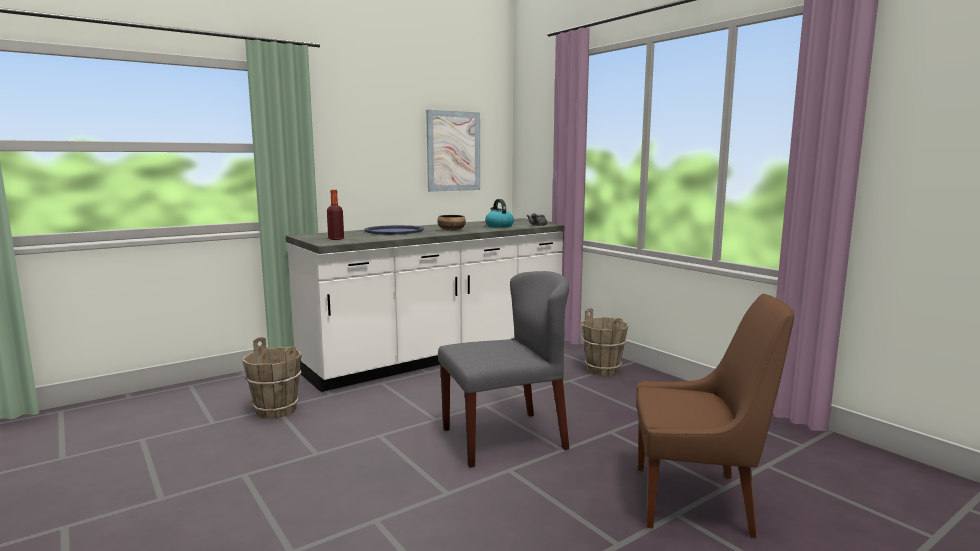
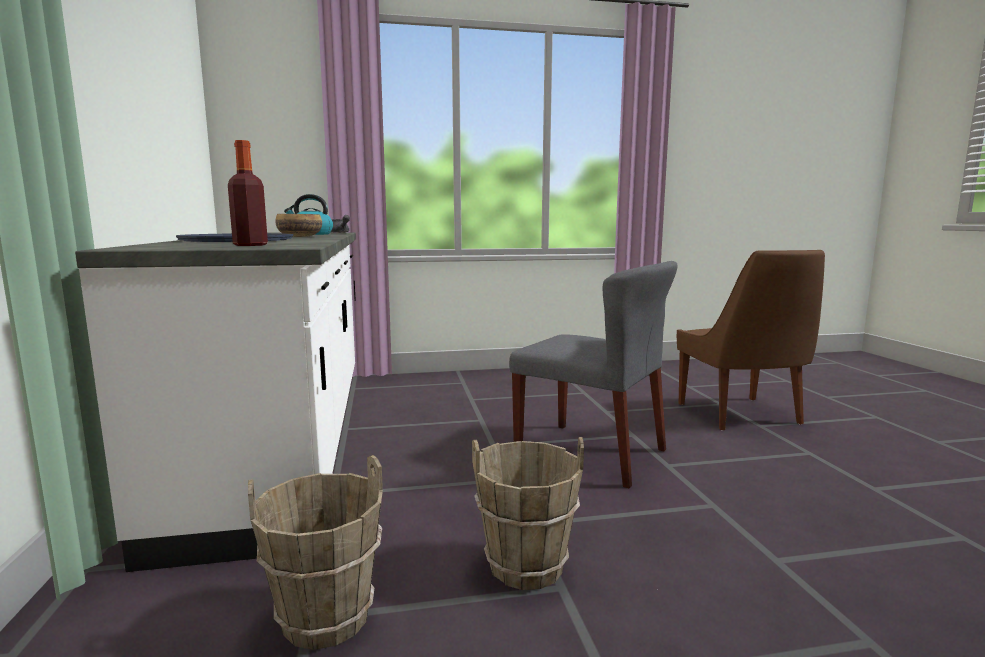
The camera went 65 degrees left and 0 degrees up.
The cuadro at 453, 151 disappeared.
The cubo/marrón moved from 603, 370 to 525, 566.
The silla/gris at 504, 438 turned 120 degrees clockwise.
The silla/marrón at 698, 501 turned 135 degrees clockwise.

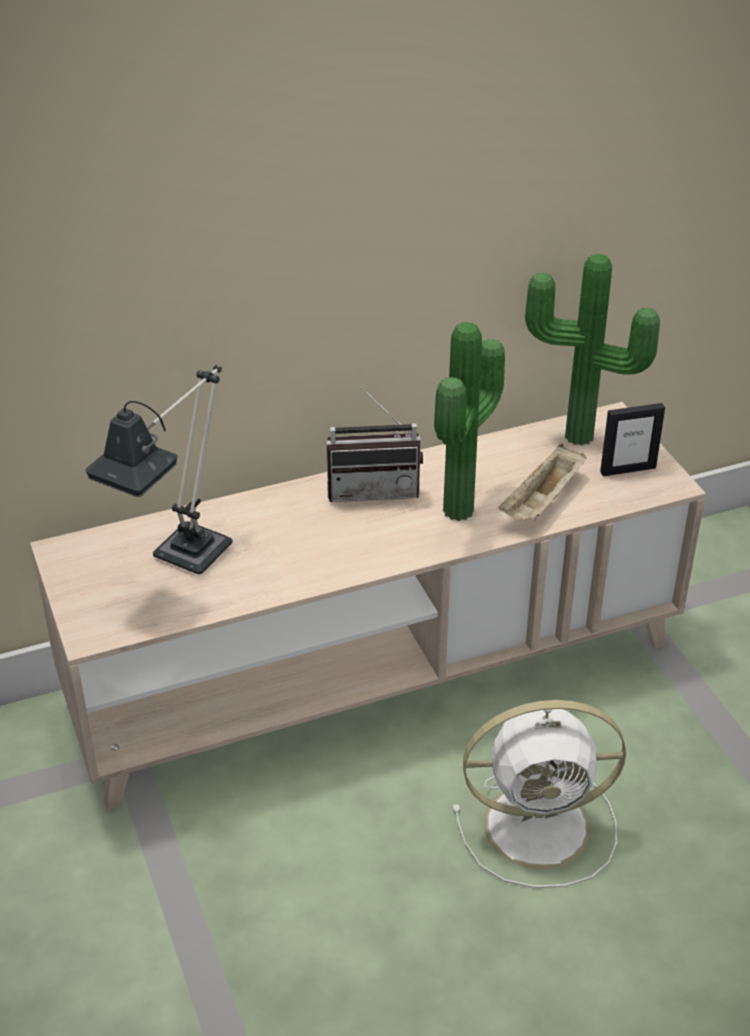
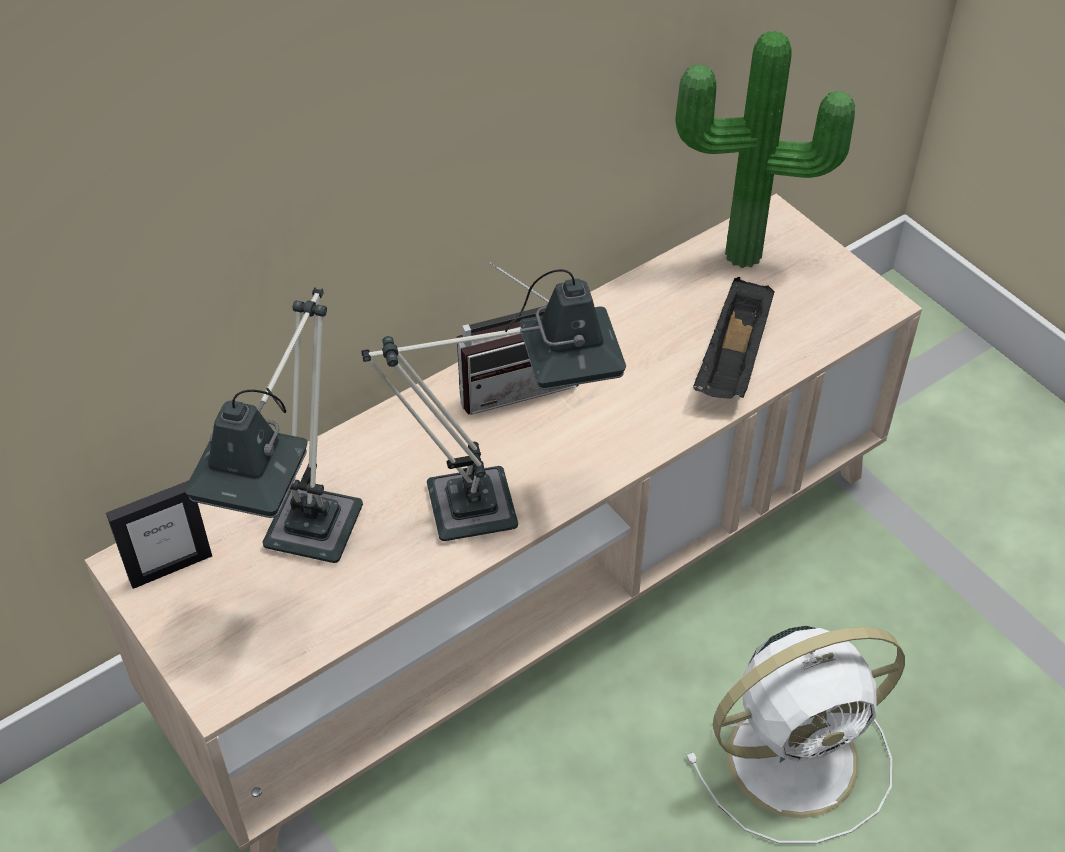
The camera went 15 degrees left and 10 degrees up.
The planta en maceta at 464, 512 disappeared.
The lámpara de mesa at 496, 503 appeared.
The portarretratos moved from 627, 469 to 170, 567.
The bandeja/beis at 542, 502 became the bandeja/negro at 733, 360.

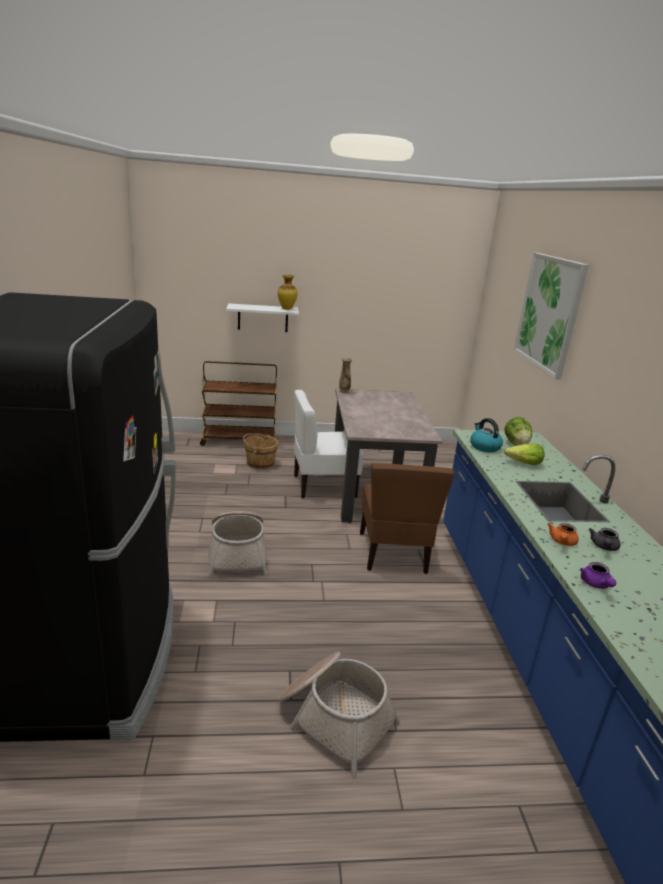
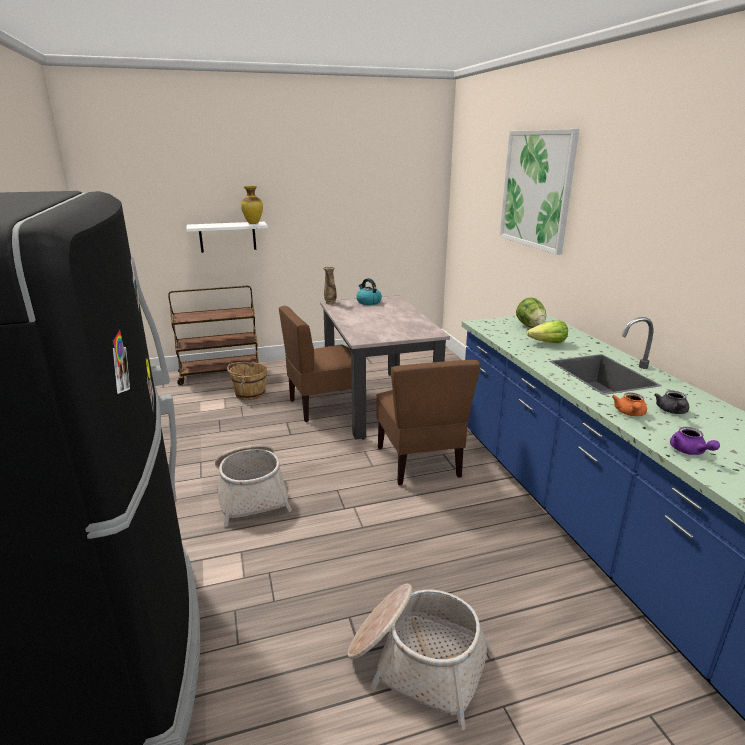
The camera went 10 degrees left and 0 degrees up.
The hervidor moved from 484, 447 to 368, 302.
The silla/blanco at 324, 486 became the silla/marrón at 325, 406.

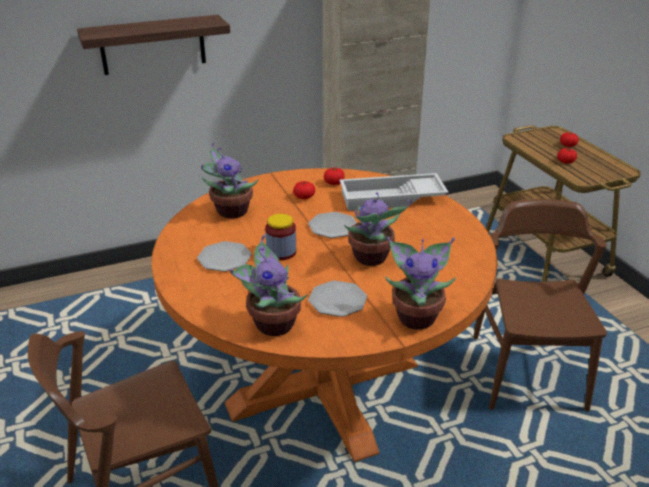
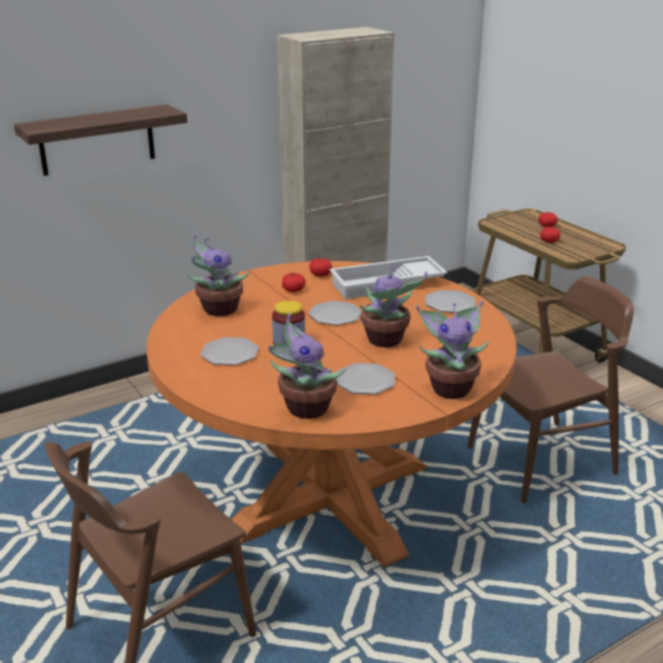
The camera went 10 degrees left and 5 degrees down.
The plato at 449, 304 appeared.
The silla/marrón at 527, 372 turned 75 degrees clockwise.

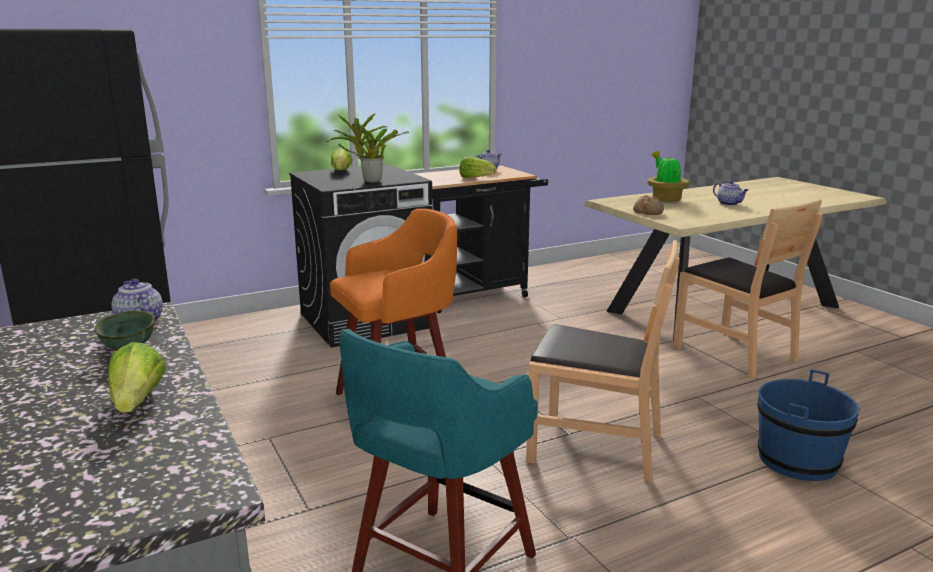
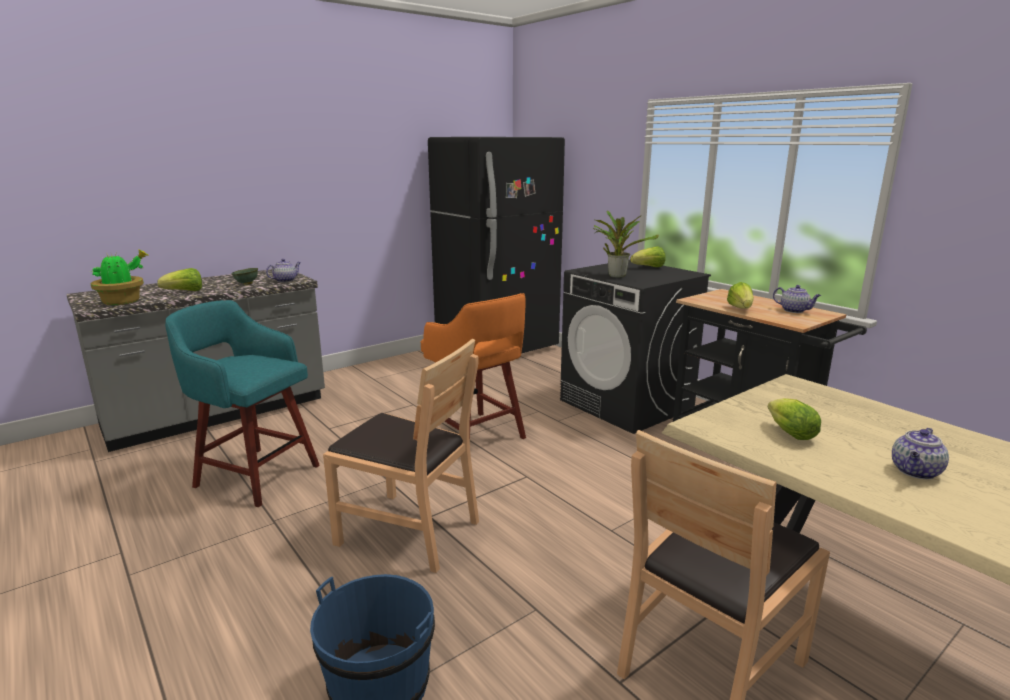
The camera went 80 degrees right and 0 degrees up.
The pan at 648, 212 disappeared.
The lechuga at 788, 433 appeared.
The planta en maceta moved from 665, 199 to 123, 302.
The silla/marrón at 595, 446 turned 75 degrees counterclockwise.

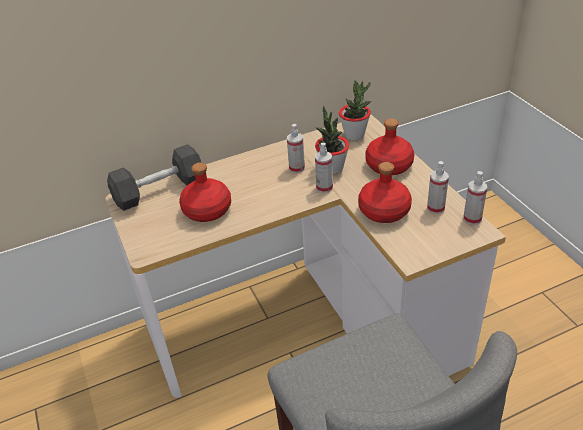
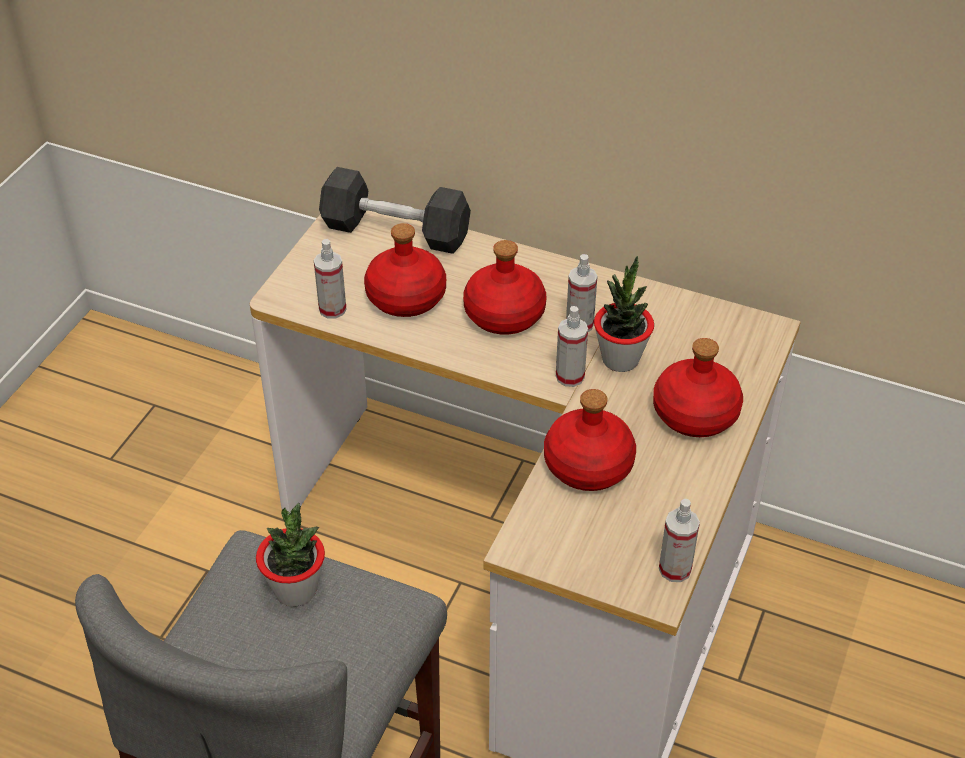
The camera went 45 degrees right and 5 degrees up.
The botella/rojo at 503, 314 appeared.
The planta en maceta moved from 354, 135 to 296, 590.
The pulverizador moved from 435, 208 to 332, 309.

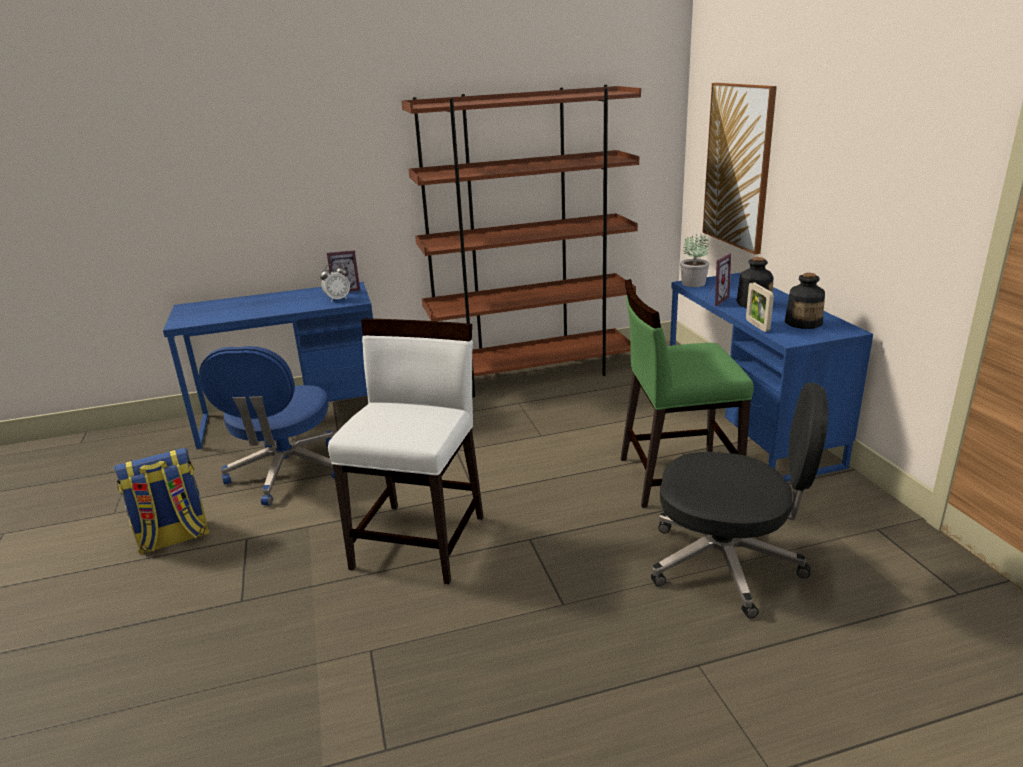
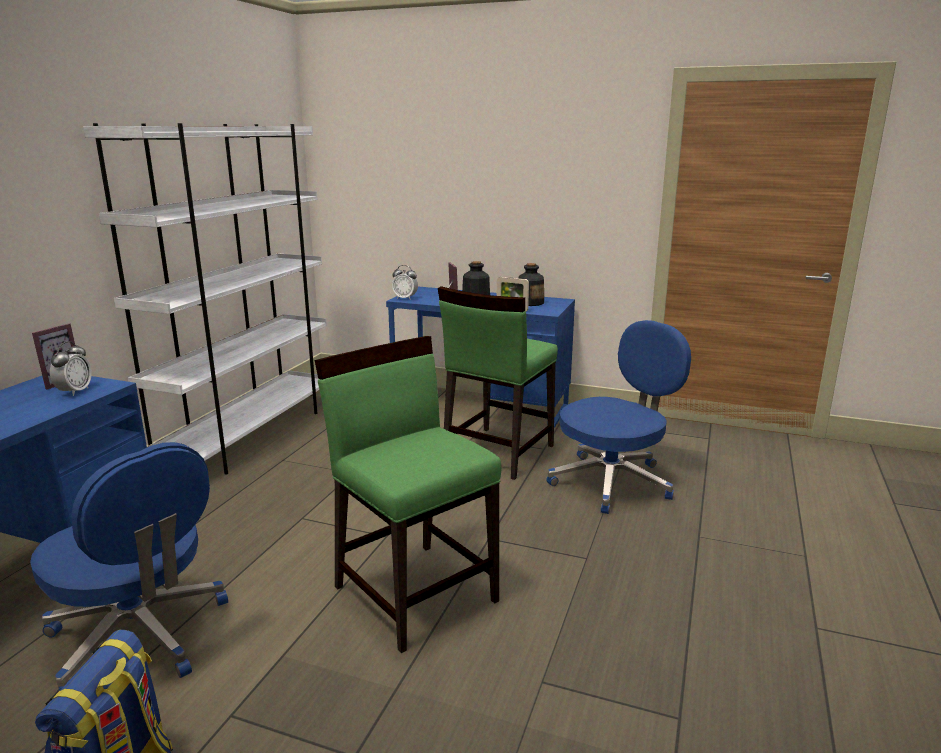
The camera went 55 degrees left and 5 degrees down.
The cuadro at 738, 166 disappeared.
The planta en maceta at 694, 283 was replaced by the despertador at 405, 298.
The silla/blanco at 420, 541 became the silla/verde at 415, 592.
The estantería/marrón at 532, 375 became the estantería/blanco at 250, 436.
The silla de oficina/negro at 727, 564 became the silla de oficina/azul at 613, 481.

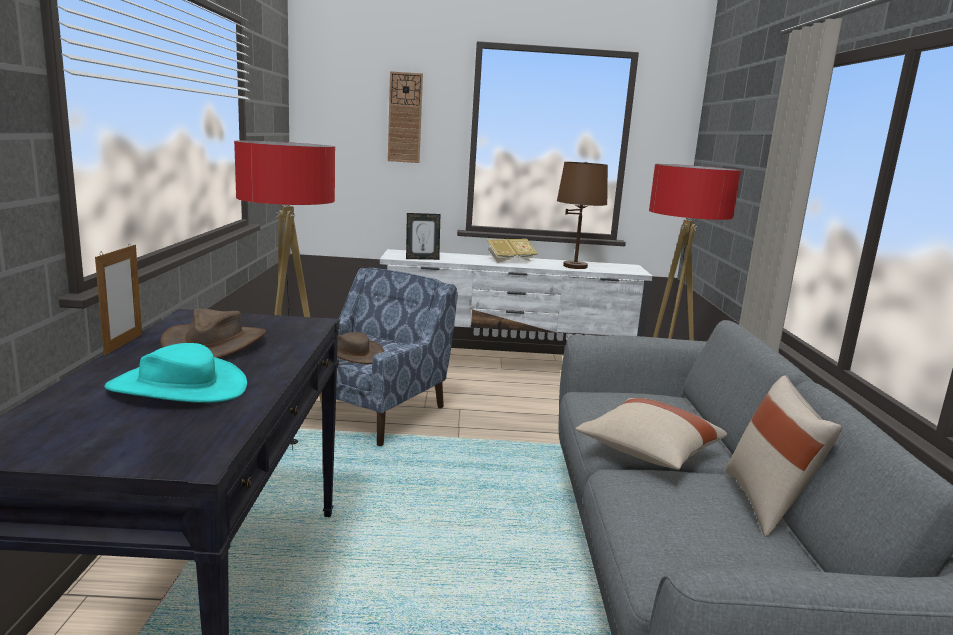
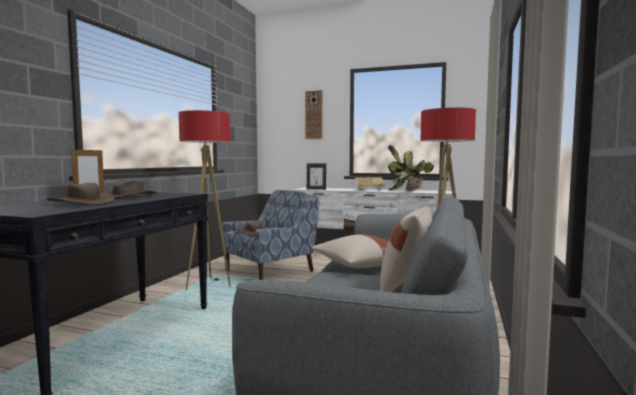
The camera went 20 degrees right and 10 degrees down.
The lámpara de mesa/marrón at 575, 266 was replaced by the planta en maceta at 408, 191.
The sombrero/turquesa at 178, 387 became the sombrero/marrón at 82, 203.

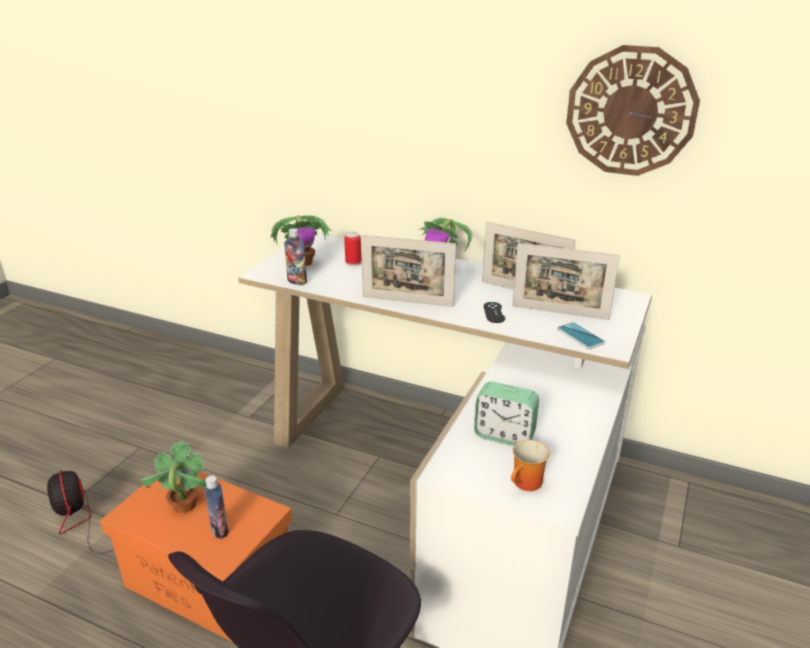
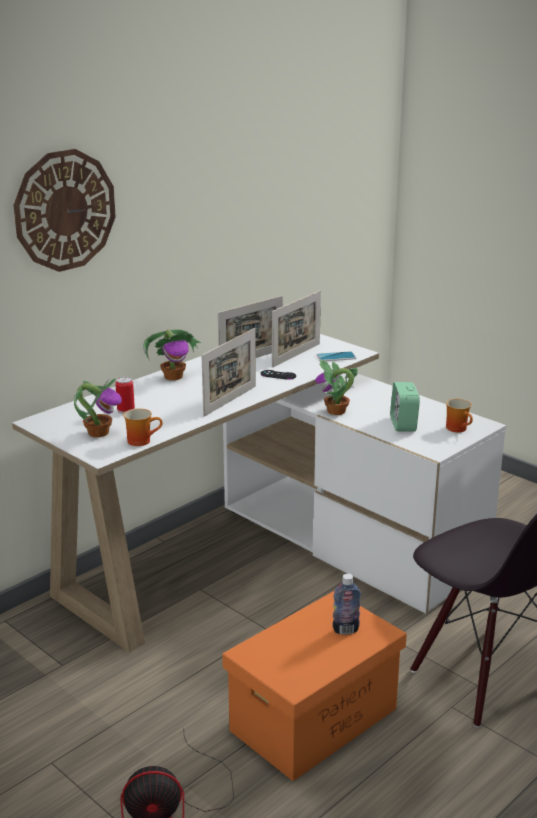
The camera went 70 degrees left and 5 degrees down.
The planta en maceta moved from 183, 505 to 336, 411.
The reloj de pared moved from 630, 112 to 65, 210.
The botella at 297, 281 was replaced by the taza grande at 141, 440.
The despertador at 504, 435 turned 135 degrees clockwise.

